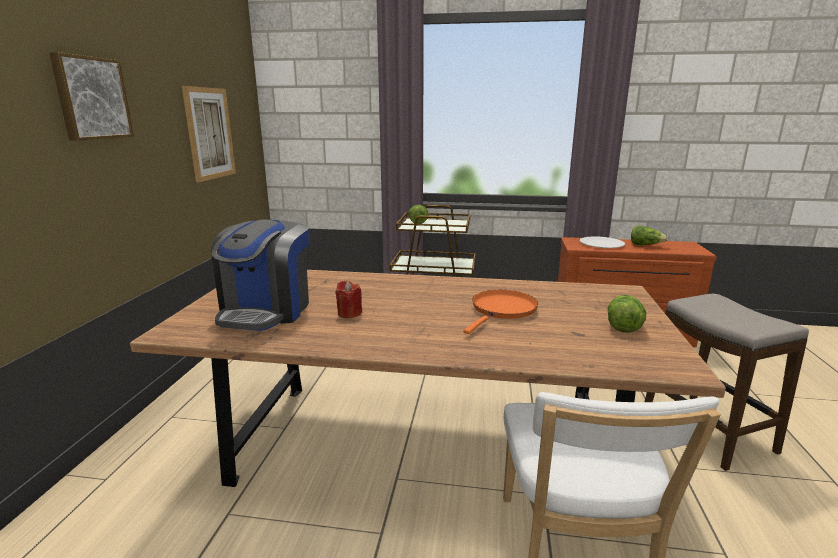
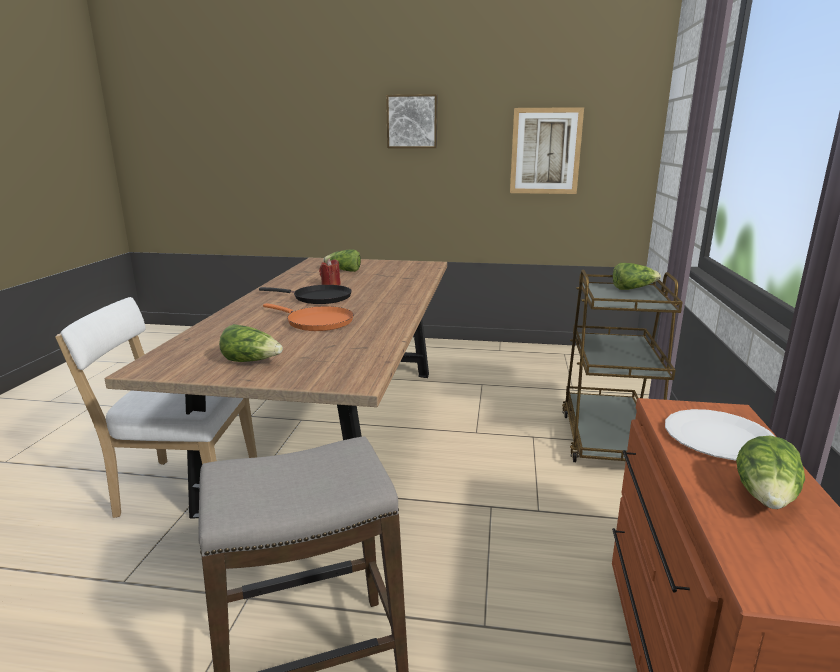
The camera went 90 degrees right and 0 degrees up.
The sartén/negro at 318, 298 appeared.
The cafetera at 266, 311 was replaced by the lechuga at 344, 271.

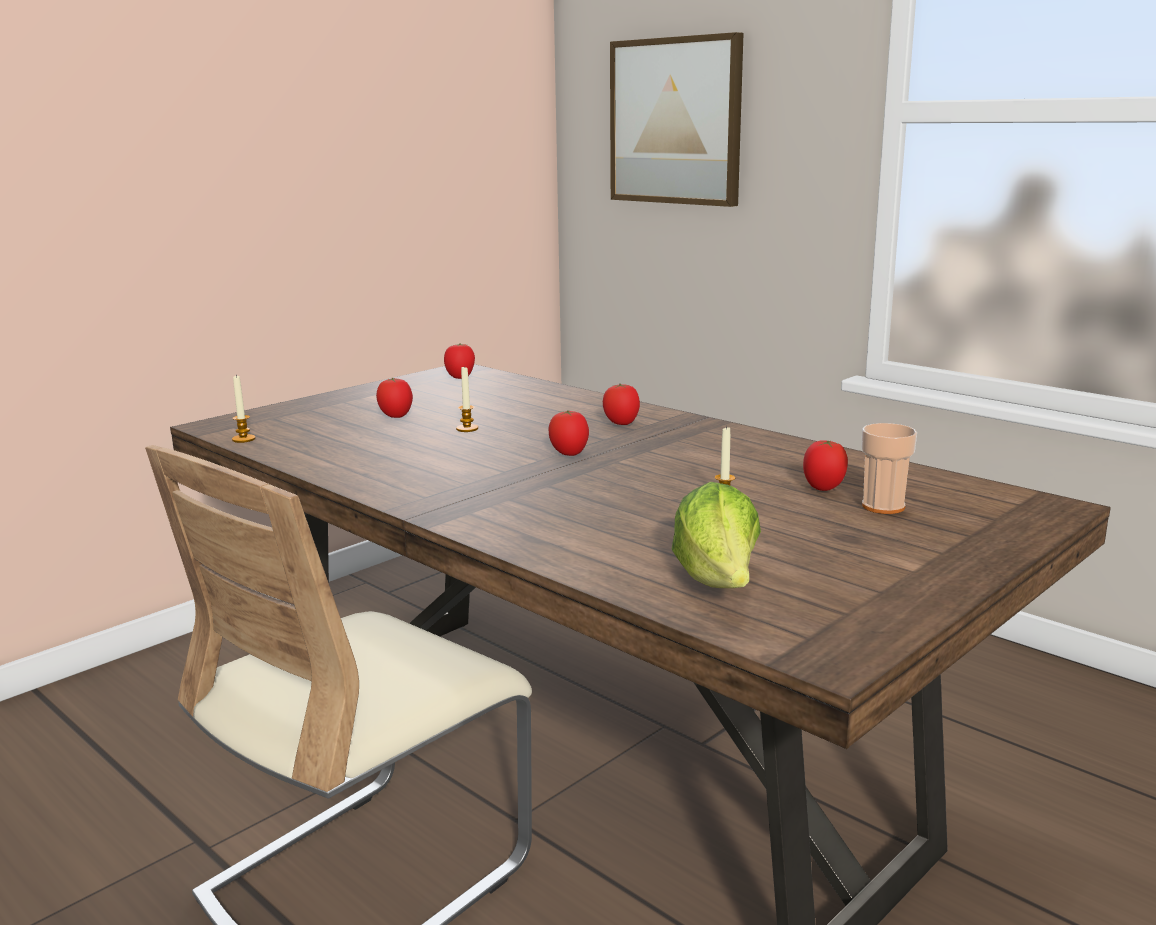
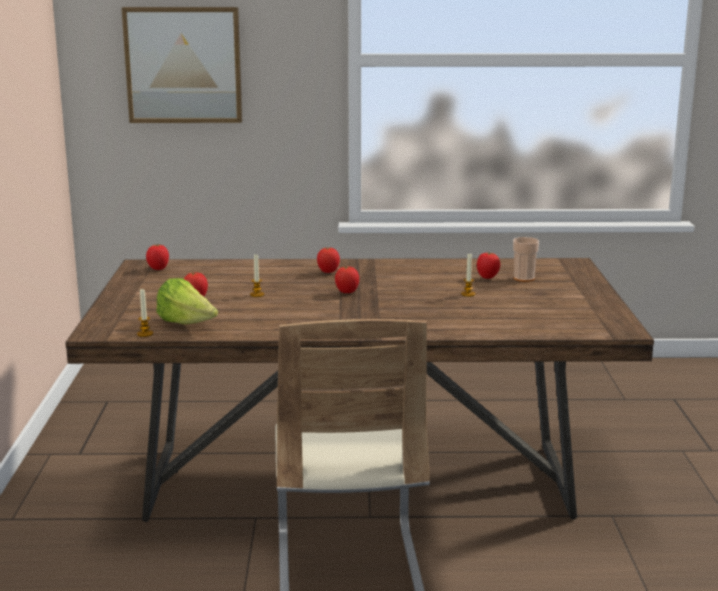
The camera went 45 degrees left and 0 degrees up.
The lechuga moved from 719, 583 to 187, 324.

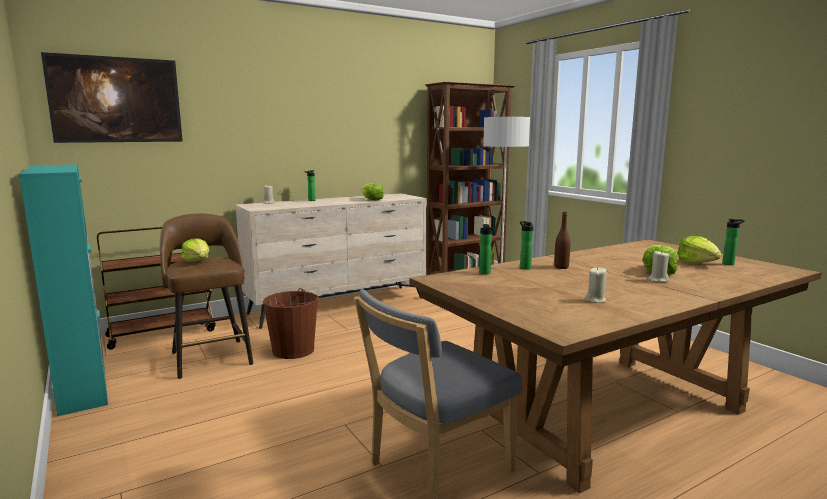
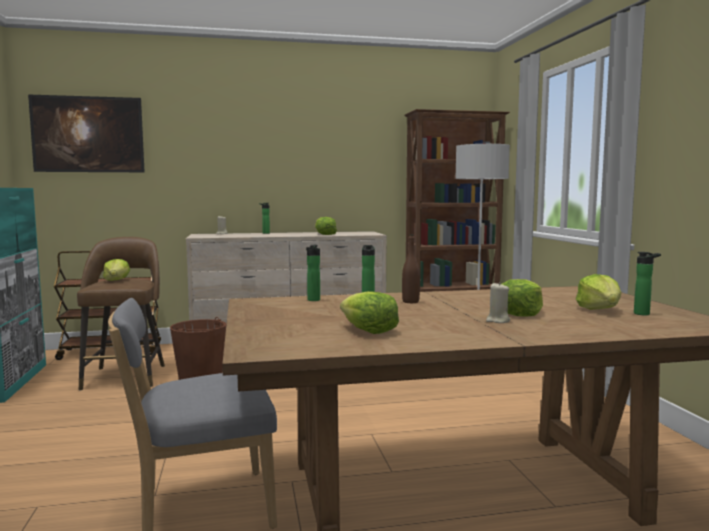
The camera went 20 degrees right and 5 degrees down.
The vela/beis at 595, 300 was replaced by the lechuga at 368, 331.

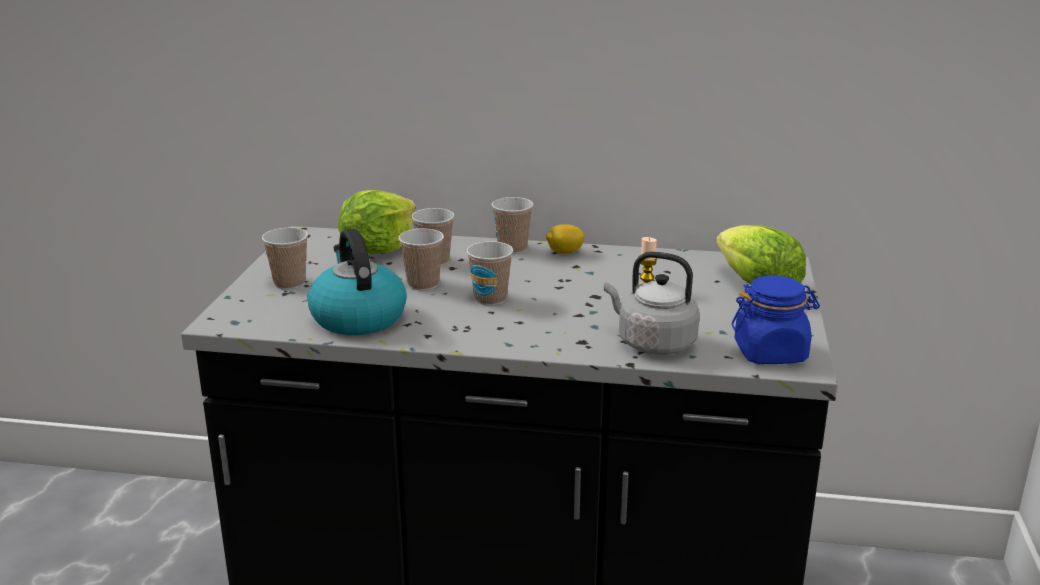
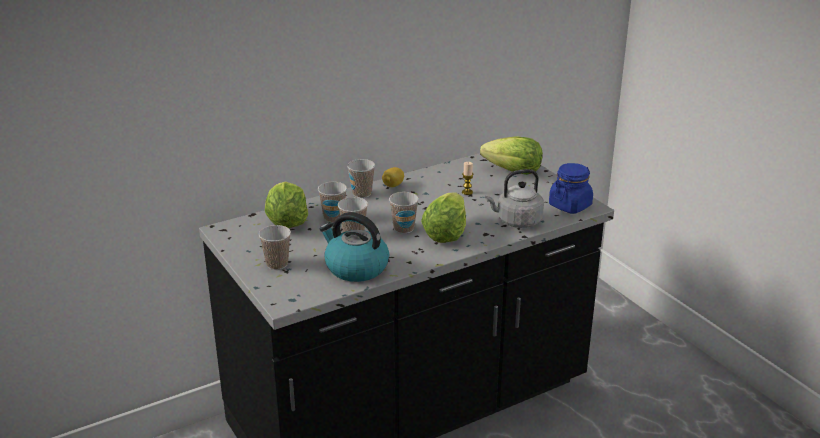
The camera went 40 degrees left and 5 degrees up.
The lechuga at 445, 234 appeared.

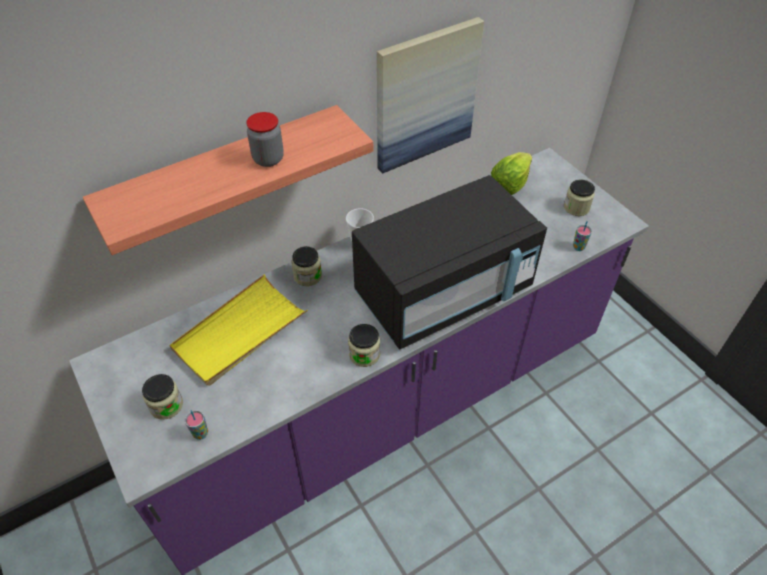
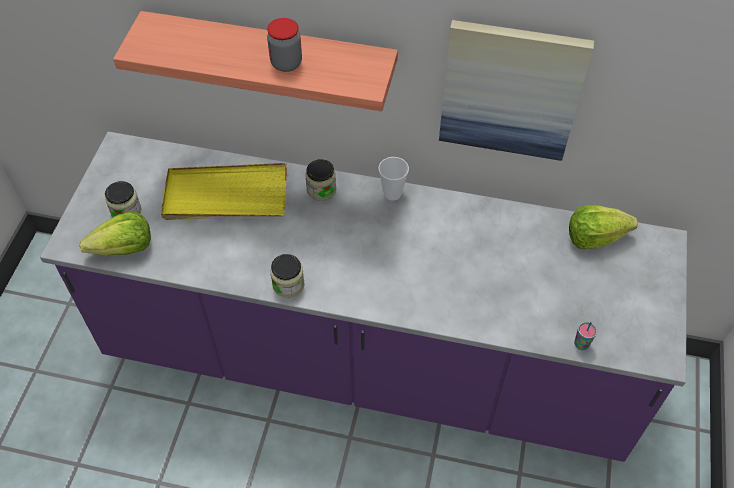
The camera went 45 degrees right and 5 degrees up.
The microondas/negro at 443, 293 disappeared.
The tarro at 576, 207 disappeared.
The taza at 200, 433 was replaced by the lechuga at 124, 249.

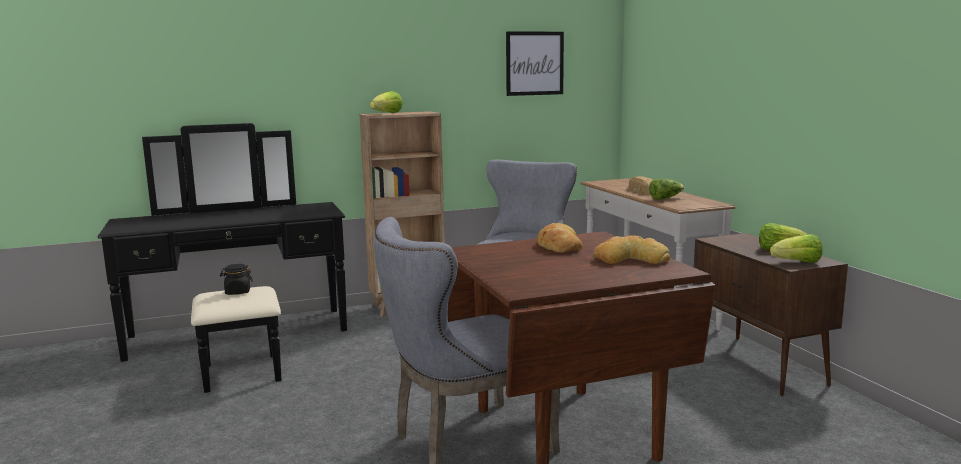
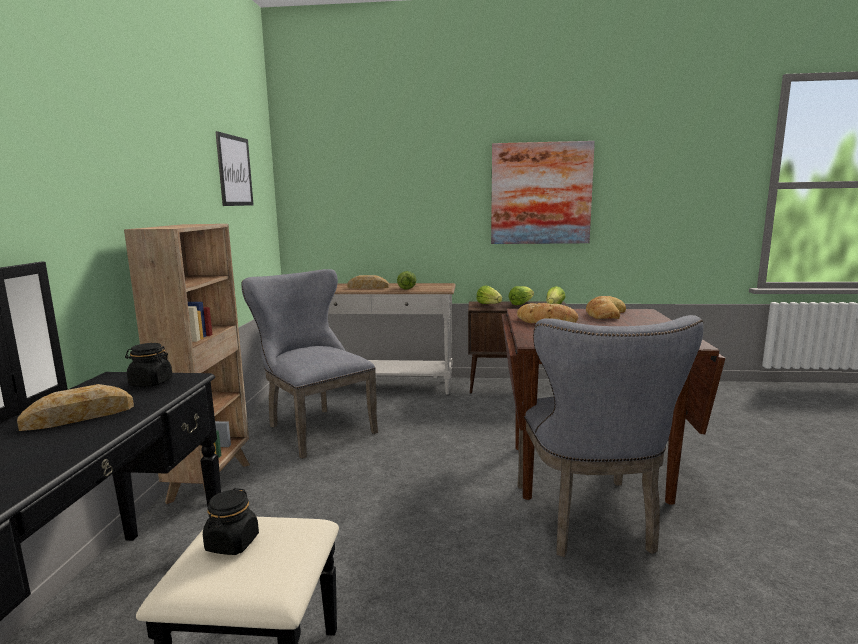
The camera went 65 degrees left and 0 degrees up.
The pan at 79, 416 appeared.
The tarro/negro at 150, 383 appeared.
The cuadro at 540, 193 appeared.
The lechuga moved from 387, 113 to 489, 305.

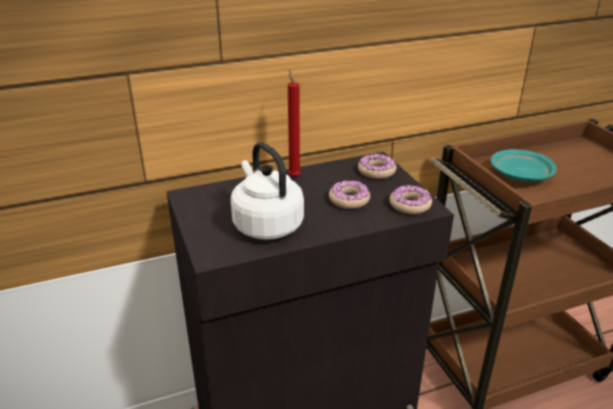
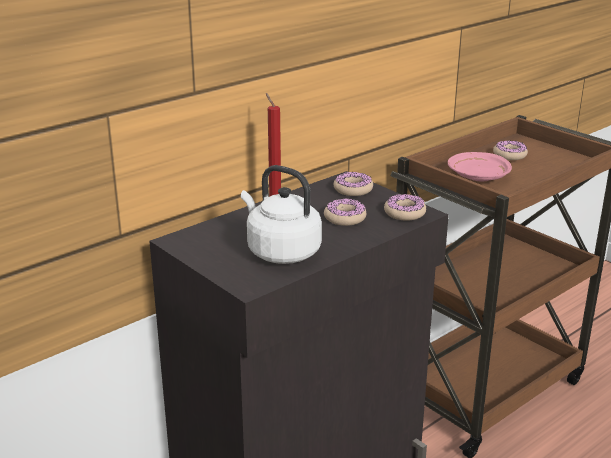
The camera went 20 degrees left and 5 degrees down.
The rosquilla at 509, 155 appeared.
The plato/turquesa at 520, 175 became the plato/rosa at 478, 176.

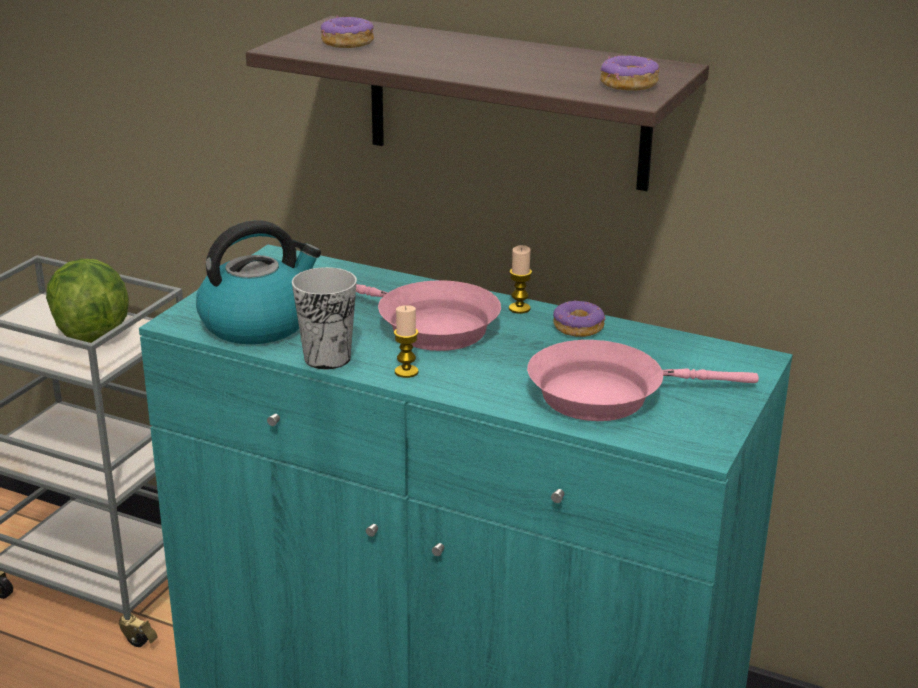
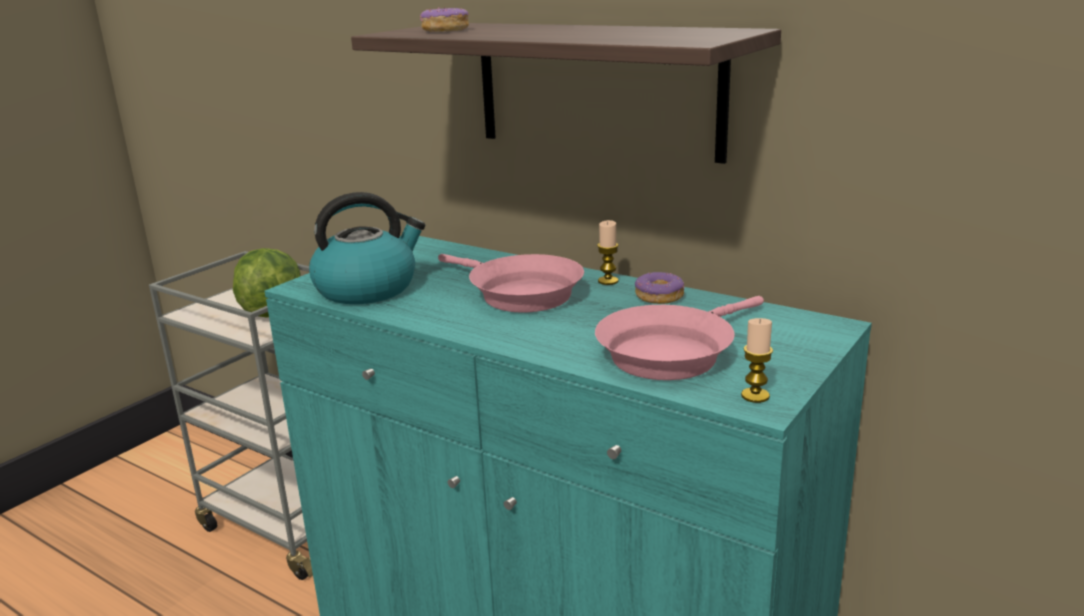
The camera went 10 degrees right and 5 degrees down.
The taza at 327, 358 disappeared.
The rosquilla at 628, 84 disappeared.
The vela moved from 406, 372 to 755, 396.
The sartén/rosa at 606, 394 turned 45 degrees counterclockwise.

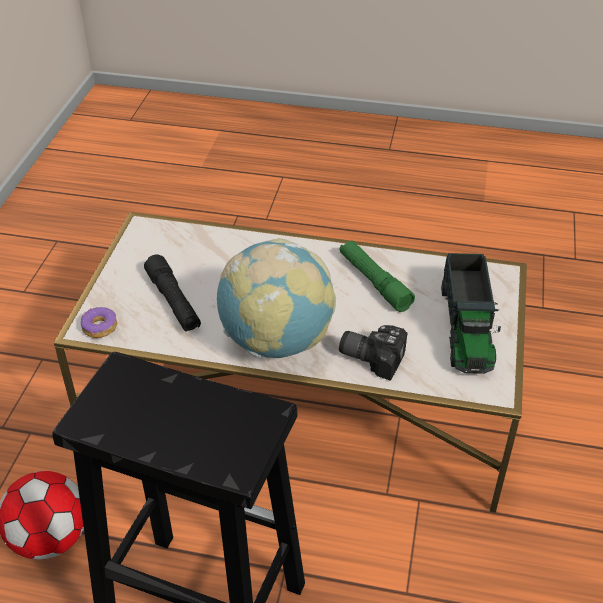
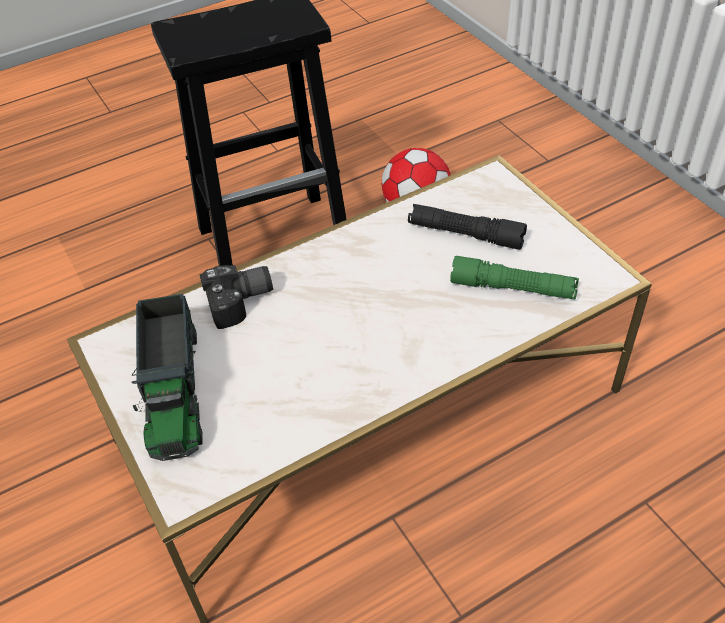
The camera went 140 degrees right and 5 degrees up.
The rosquilla at 99, 327 disappeared.
The globo terráqueo at 276, 341 disappeared.
The linterna/verde moved from 374, 282 to 512, 288.
The camión de juguete at 466, 328 turned 150 degrees counterclockwise.

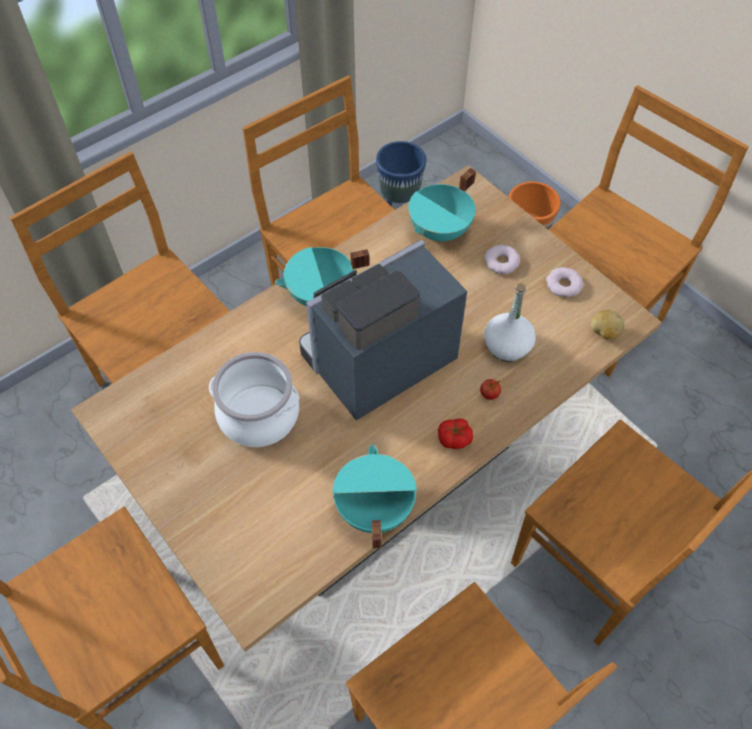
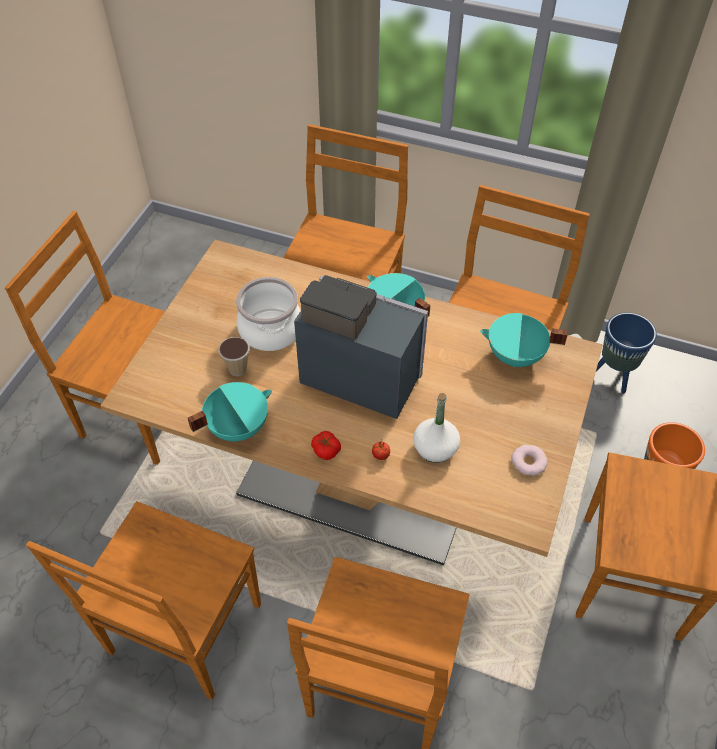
The camera went 60 degrees right and 5 degrees down.
The rosquilla at 501, 262 disappeared.
The patata at 604, 332 disappeared.
The taza at 237, 369 appeared.

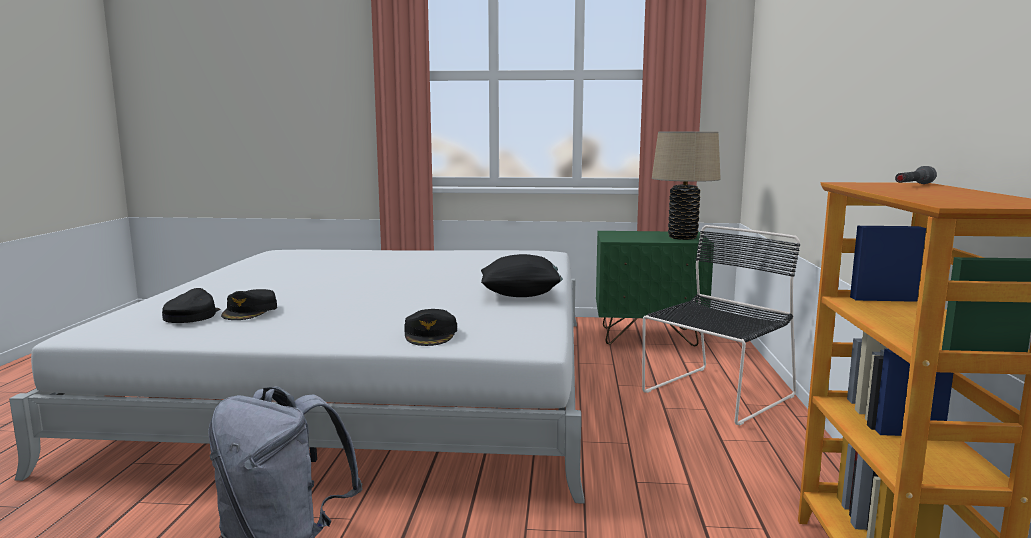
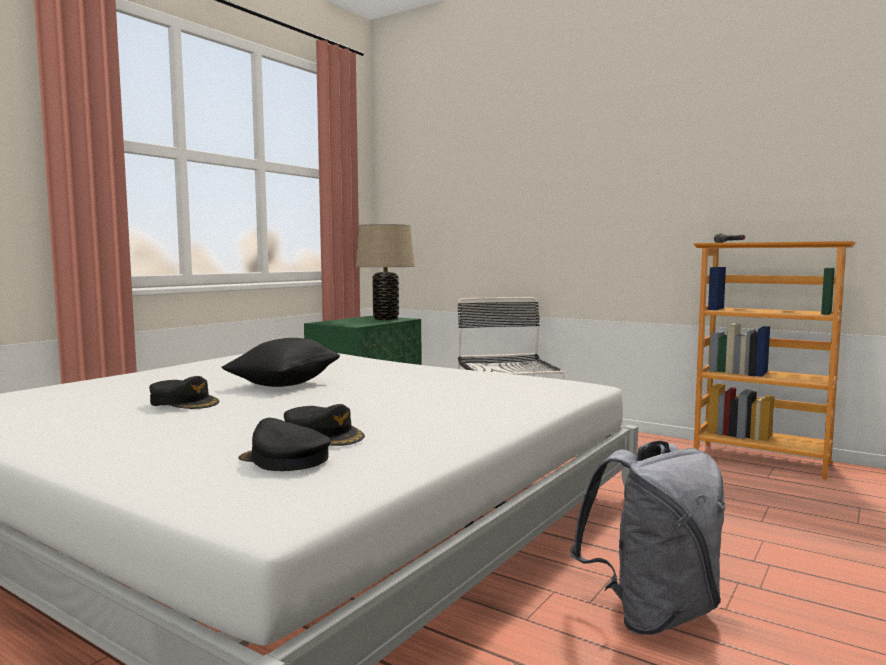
The camera went 60 degrees left and 5 degrees down.
The gorra/negro moved from 431, 334 to 184, 402.
The cojín/negro moved from 521, 295 to 284, 384.

